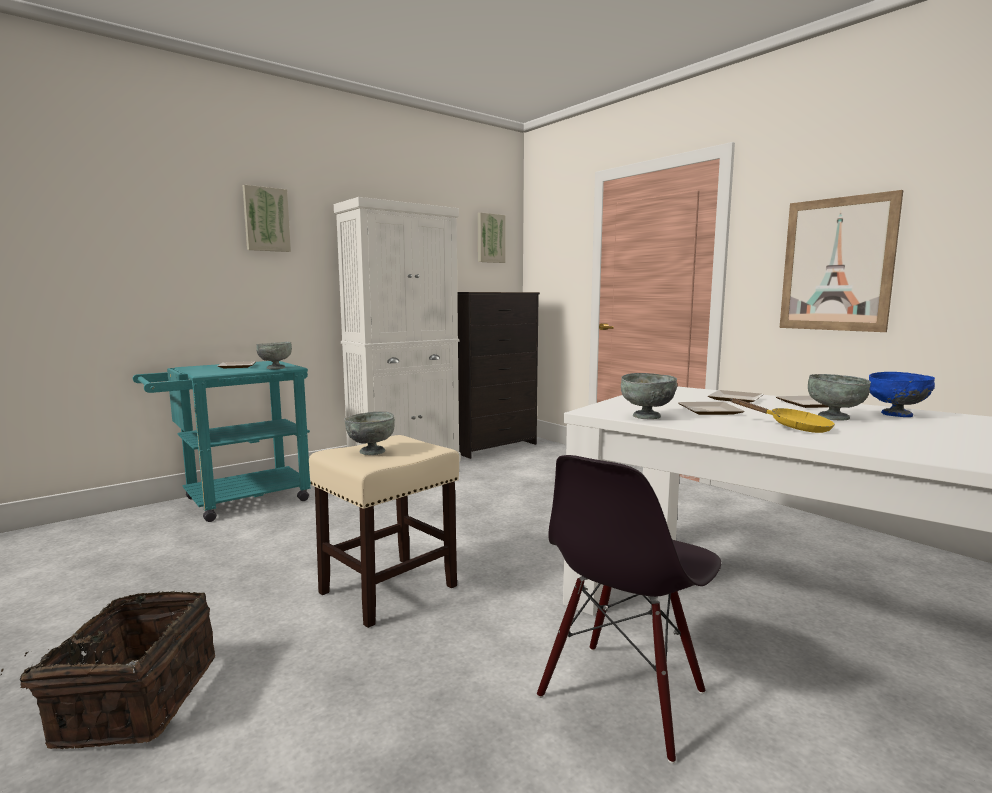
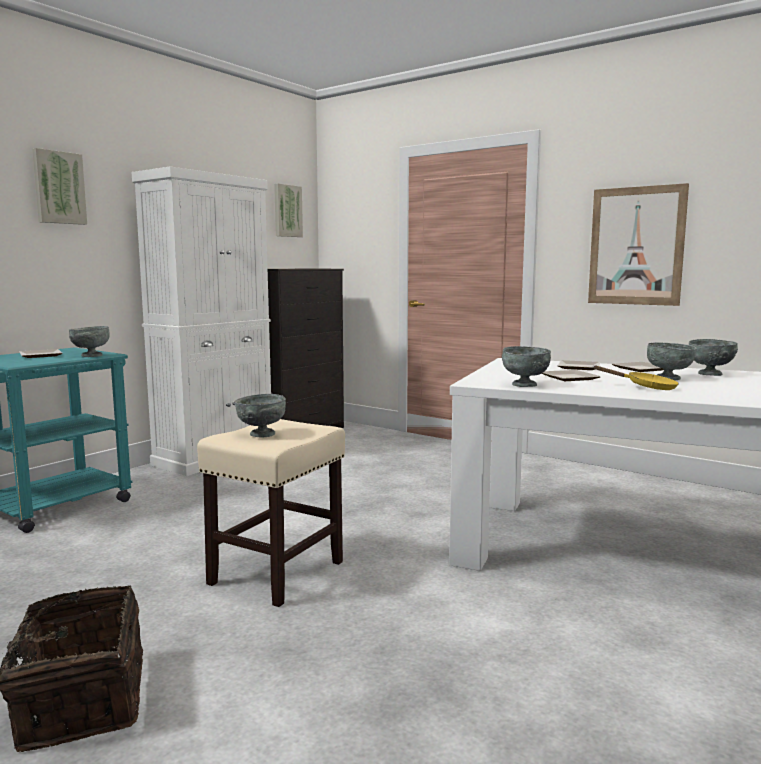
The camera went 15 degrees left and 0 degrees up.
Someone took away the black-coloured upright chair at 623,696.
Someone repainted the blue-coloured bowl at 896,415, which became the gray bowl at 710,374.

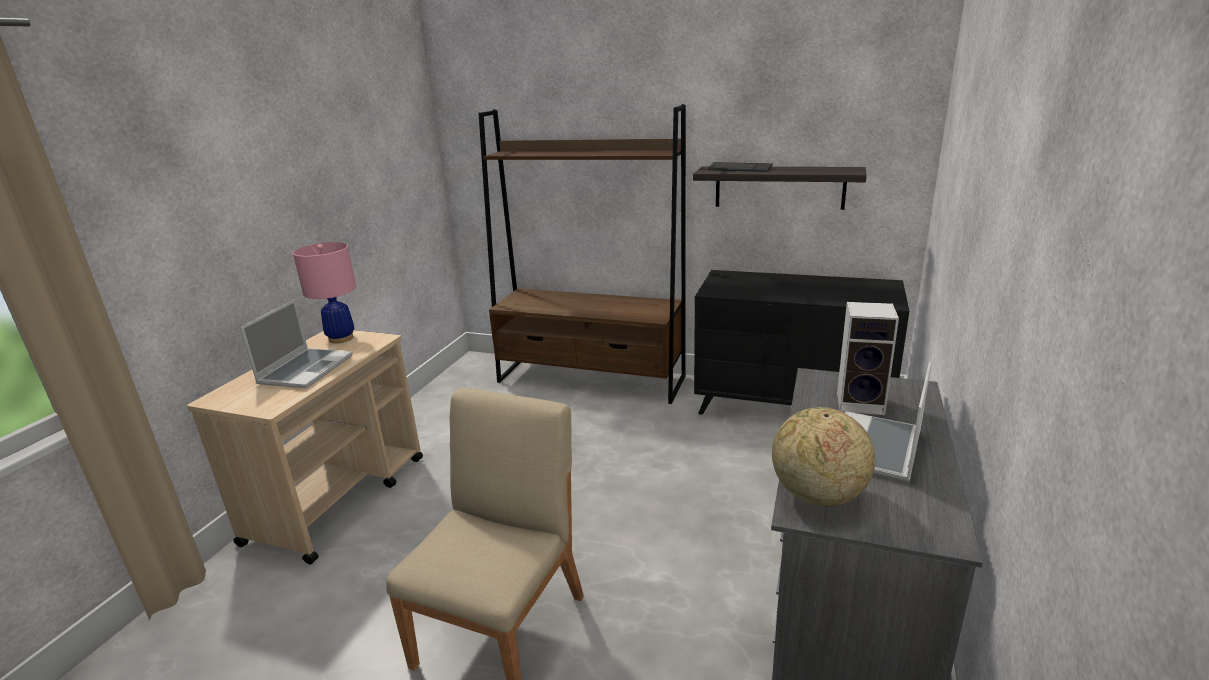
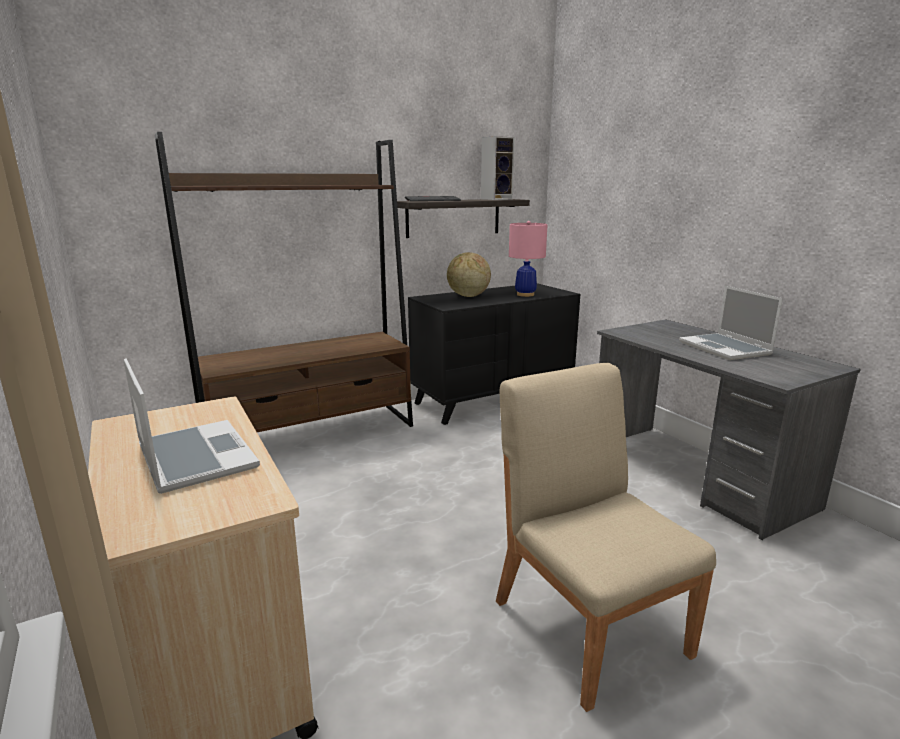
The camera went 50 degrees left and 5 degrees down.
Someone carried the pinkish table lamp from 341,338 to 525,295.
Someone carried the desk globe from 817,495 to 468,296.
Someone carried the speaker from 862,403 to 497,199.

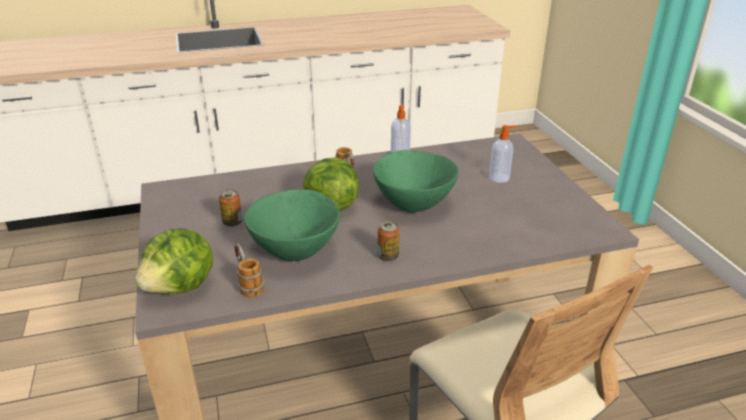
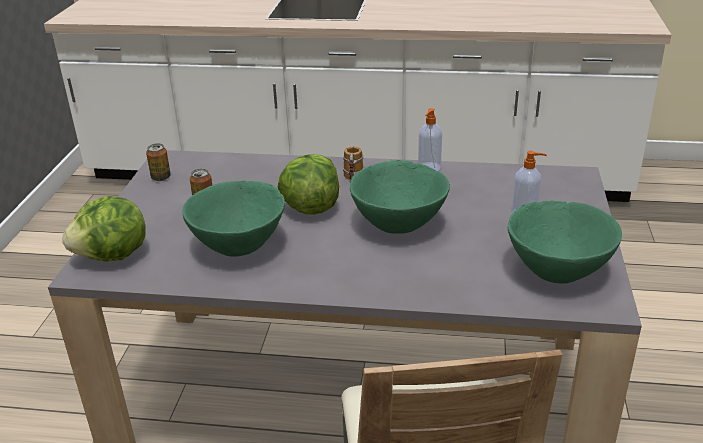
The camera went 25 degrees right and 0 degrees up.
Someone took away the tea mug at 247,284.
Someone carried the metal can from 388,256 to 161,177.
Someone put down the green-coloured bowl at 558,271.

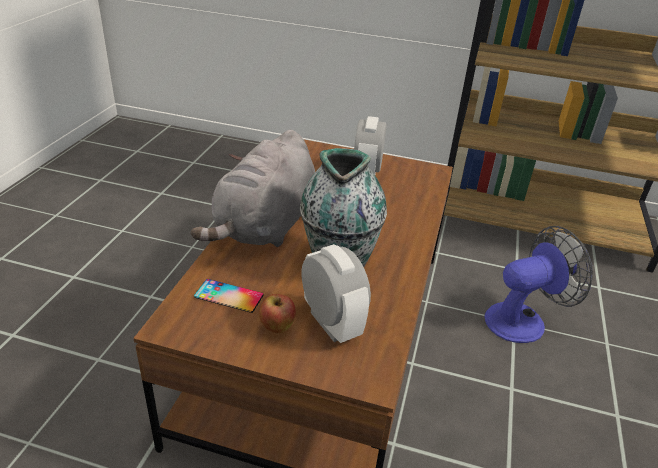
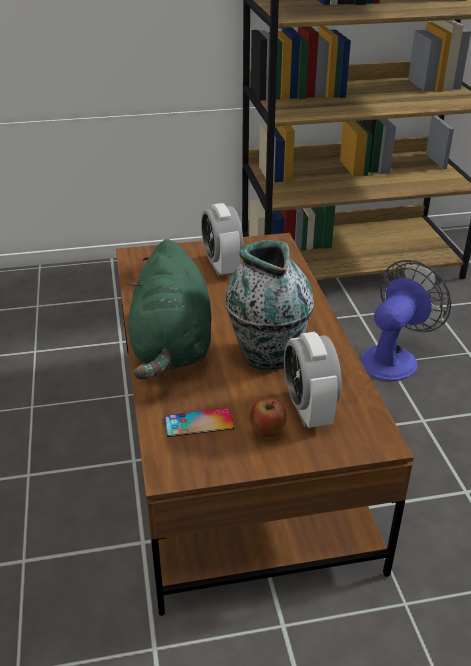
The camera went 25 degrees left and 0 degrees up.
Someone repainted the gray cuddly toy at 265,227, which became the green-coloured cuddly toy at 172,347.
Someone rotated the alarm clock at 331,323 by 135 degrees counterclockwise.

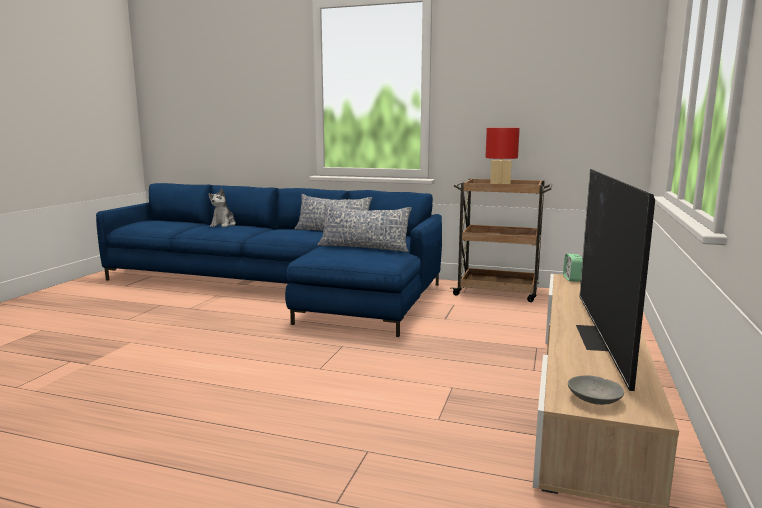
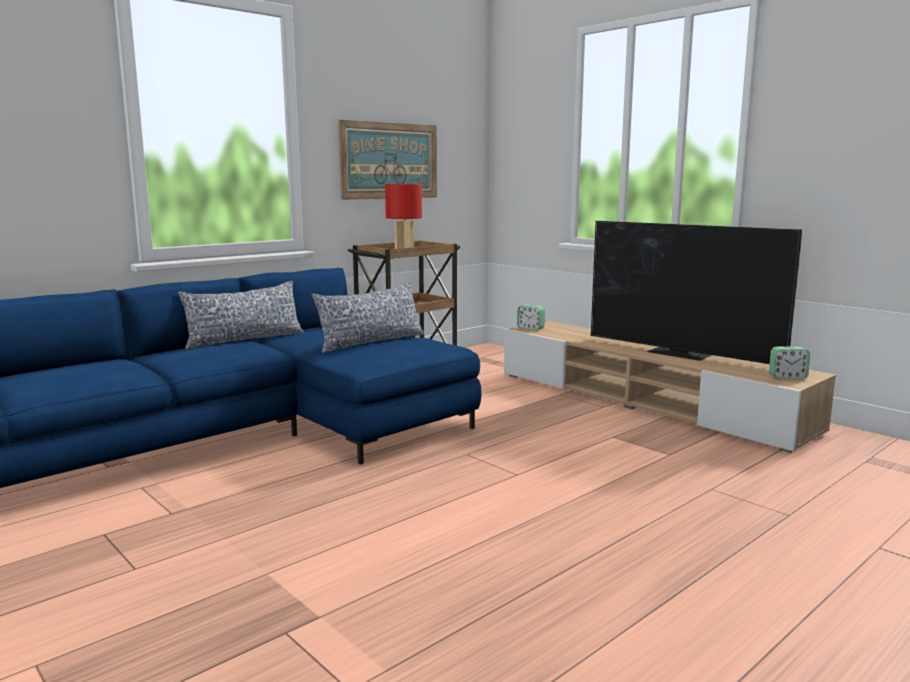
The camera went 60 degrees left and 0 degrees up.
Someone took away the cuddly toy at 223,225.
Someone swapped the gray bowl at 595,399 for the alarm clock at 787,377.
Someone put up the wall art at 389,161.

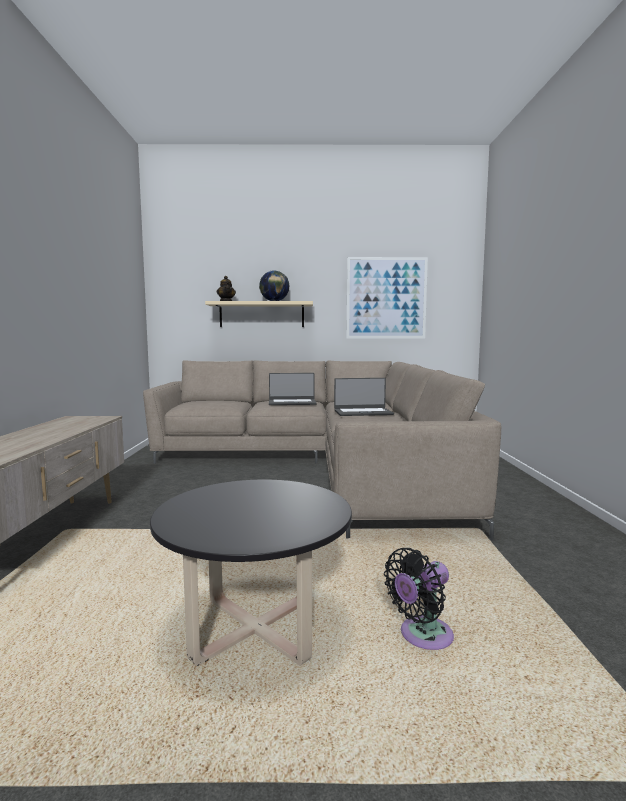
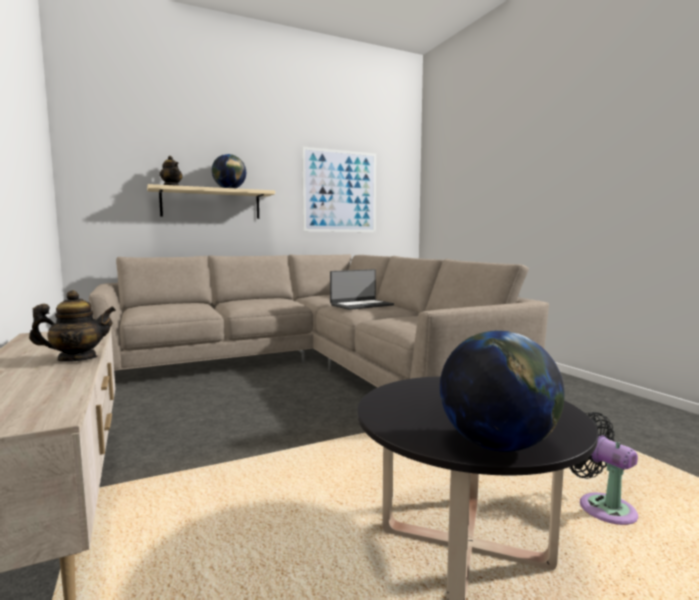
The camera went 25 degrees left and 0 degrees up.
Someone took away the notebook computer at 292,403.
Someone rotated the black-coloured fan at 422,637 by 120 degrees clockwise.
Someone put down the pot for tea at 77,359.
Someone put down the desk globe at 497,446.

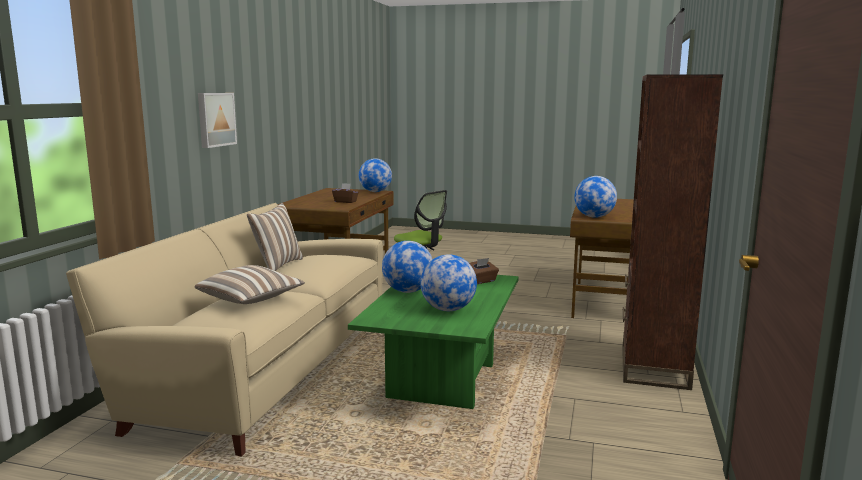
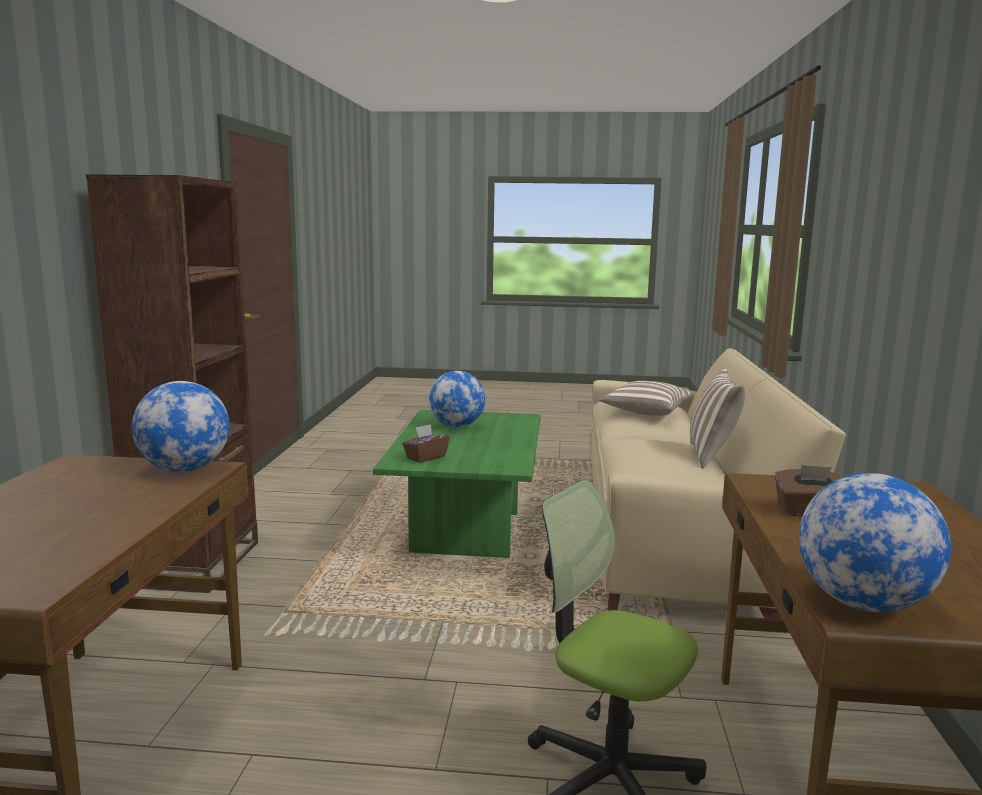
The camera went 170 degrees right and 0 degrees up.
Someone took away the wall art at 215,119.
Someone took away the desk globe at 408,291.

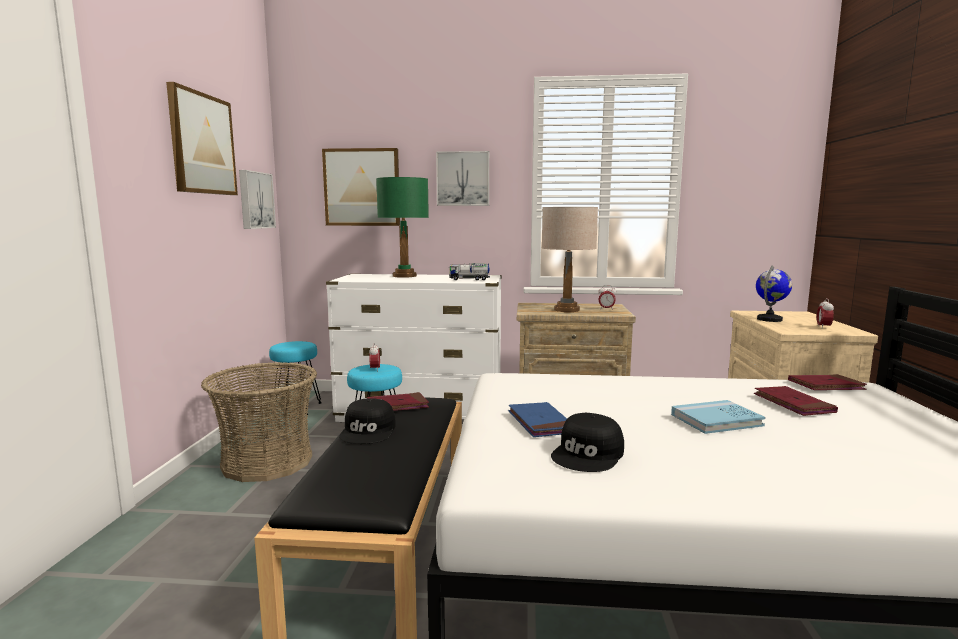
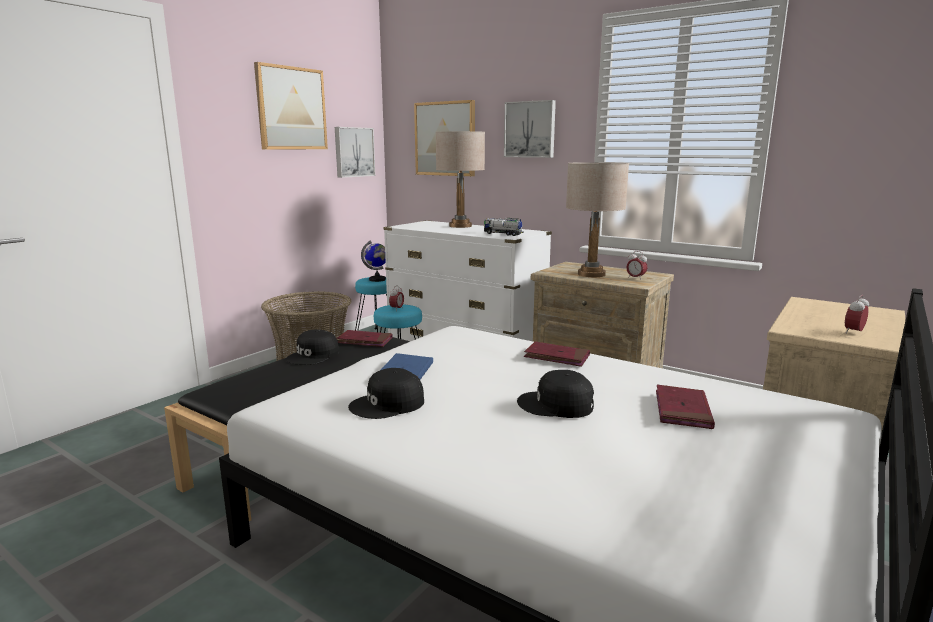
The camera went 30 degrees right and 5 degrees up.
Someone repainted the green-coloured table lamp at 404,276, which became the beige-coloured table lamp at 460,226.
Someone swapped the blue-coloured book at 716,420 for the black-coloured cap at 556,405.
Someone carried the desk globe from 770,319 to 377,279.
Someone carried the red book from 826,386 to 557,357.

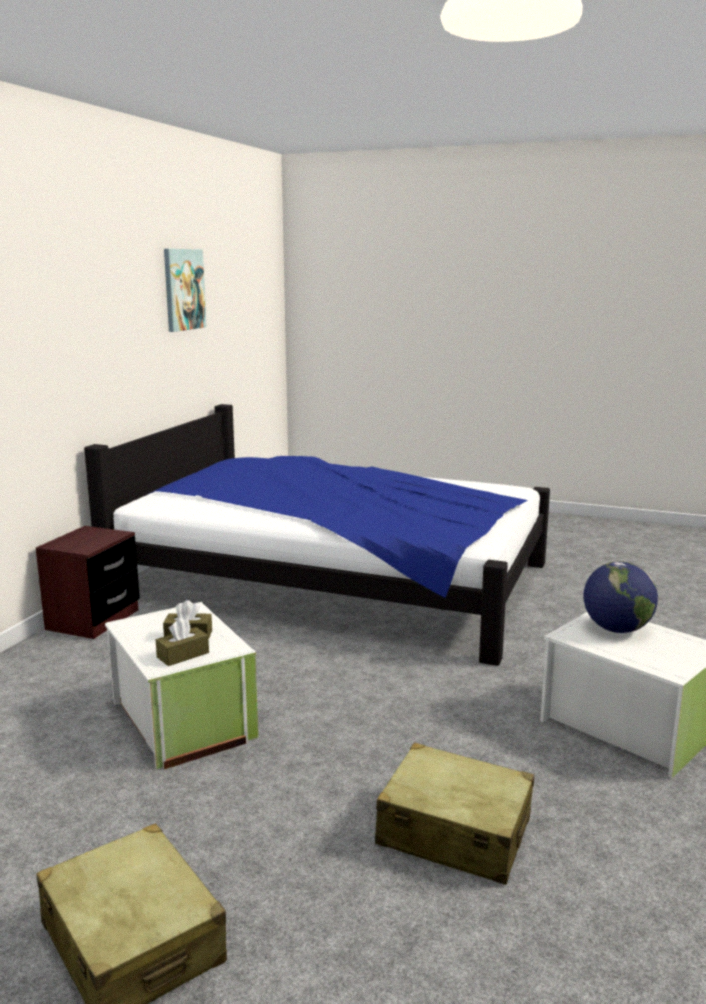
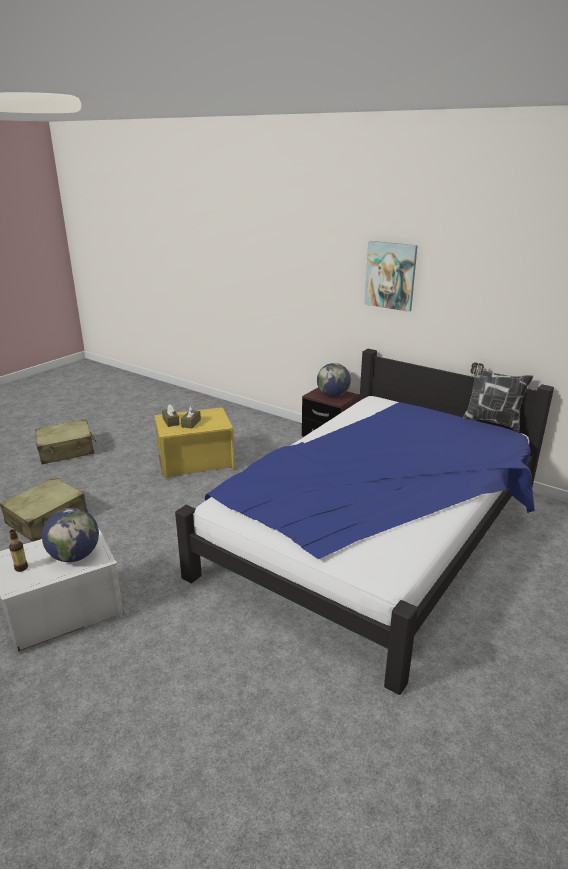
The camera went 105 degrees right and 10 degrees up.
Someone repainted the white storage box at 181,721, which became the yellow-coloured storage box at 195,462.
Someone carried the wall art from 183,289 to 390,275.
Someone put down the drink bottle at 21,568.
Someone put down the desk globe at 333,395.
Someone put down the cushion at 491,422.

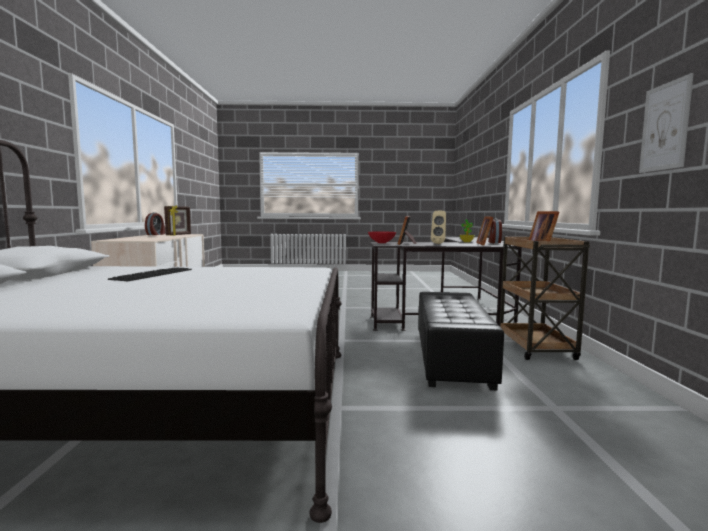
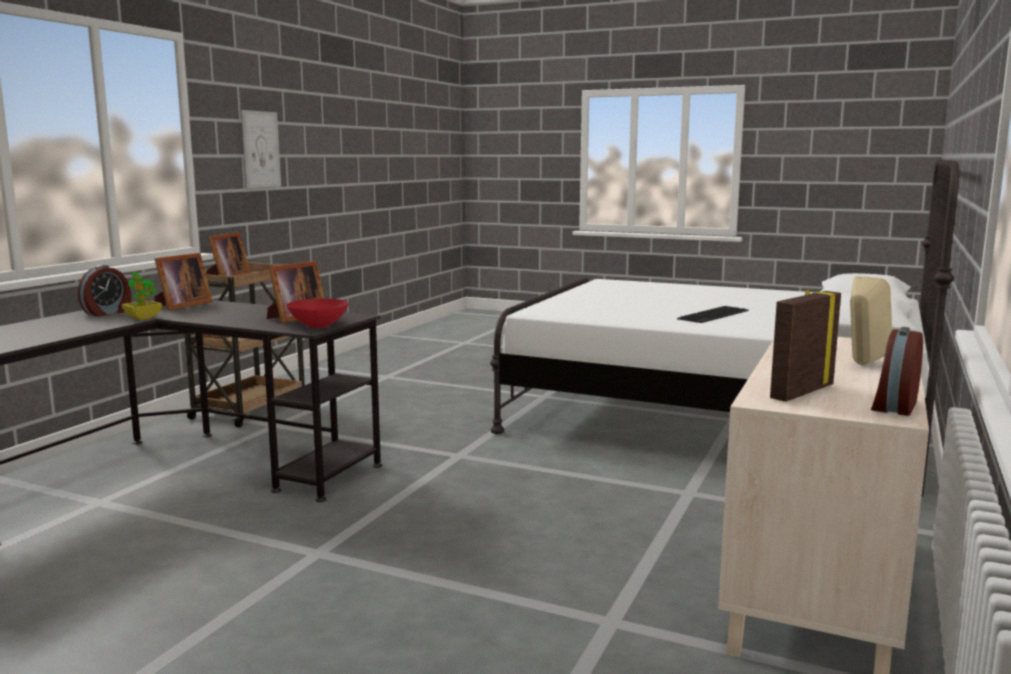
The camera went 155 degrees left and 5 degrees up.
Someone took away the black-coloured footrest at 452,357.
Someone carried the beige-coloured speaker from 438,244 to 862,365.

